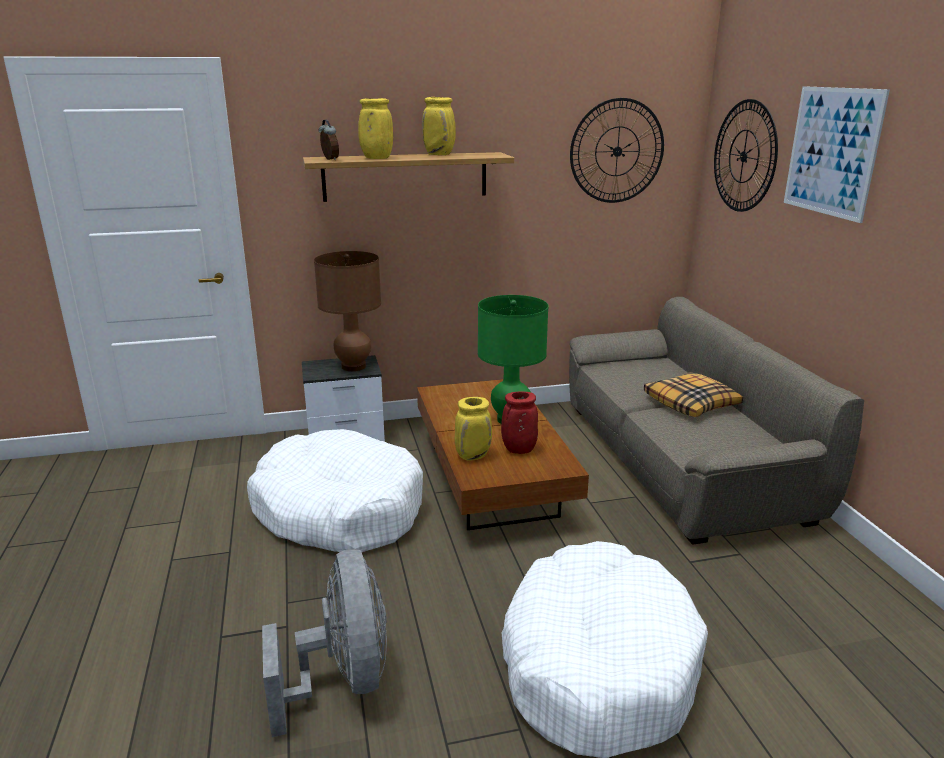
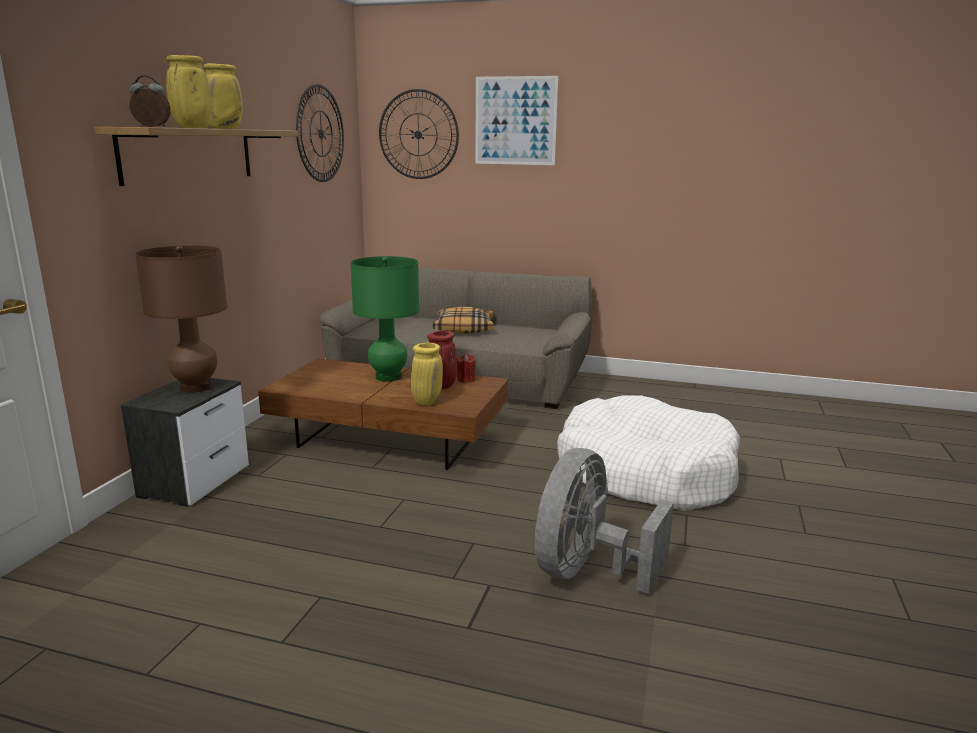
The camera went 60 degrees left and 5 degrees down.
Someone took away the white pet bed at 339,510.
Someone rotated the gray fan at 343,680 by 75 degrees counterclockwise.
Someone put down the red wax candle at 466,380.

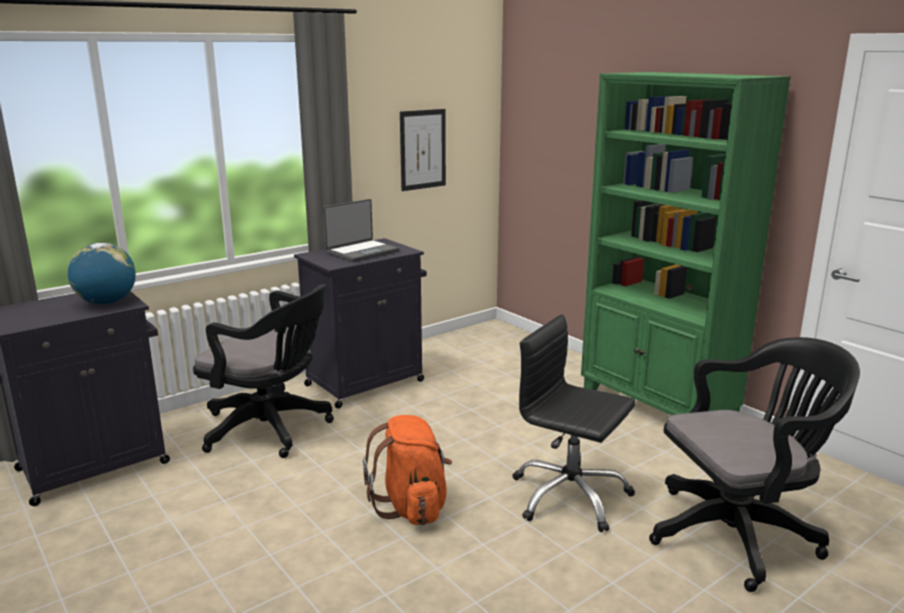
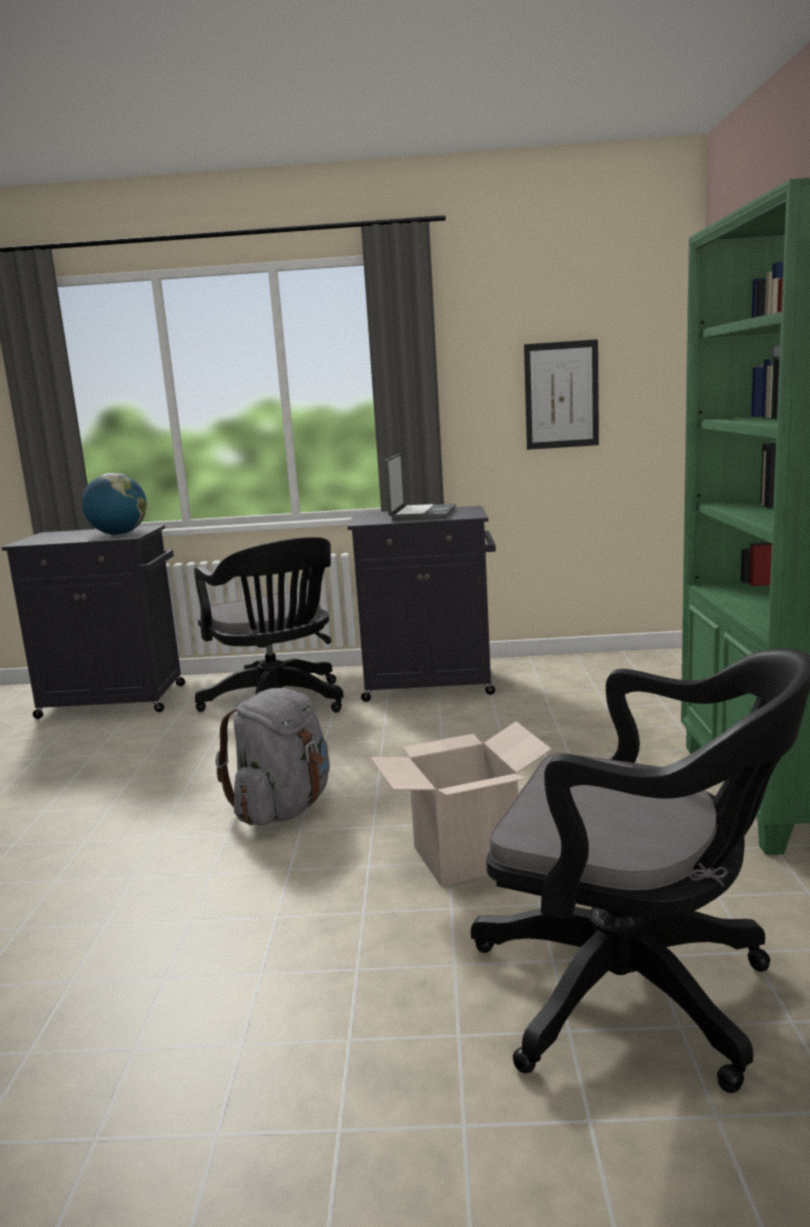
The camera went 40 degrees right and 5 degrees down.
Someone rotated the notebook computer at 361,252 by 75 degrees counterclockwise.
Someone repainted the orange-coloured knapsack at 412,506, which became the gray knapsack at 283,809.
Someone swapped the black-coloured computer chair at 569,496 for the carton at 465,857.

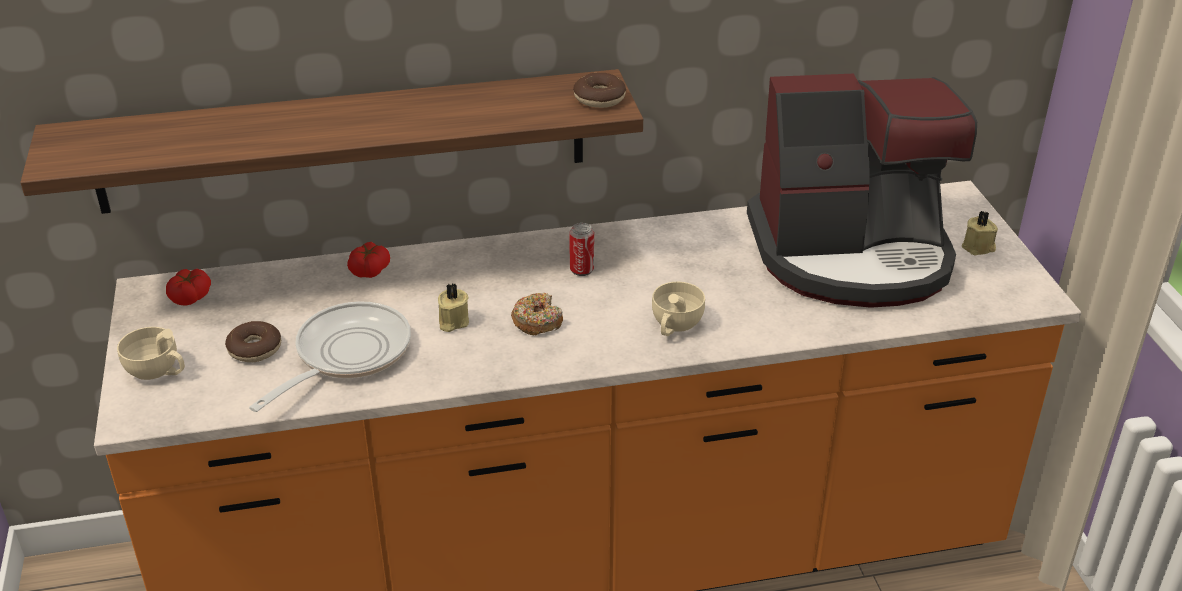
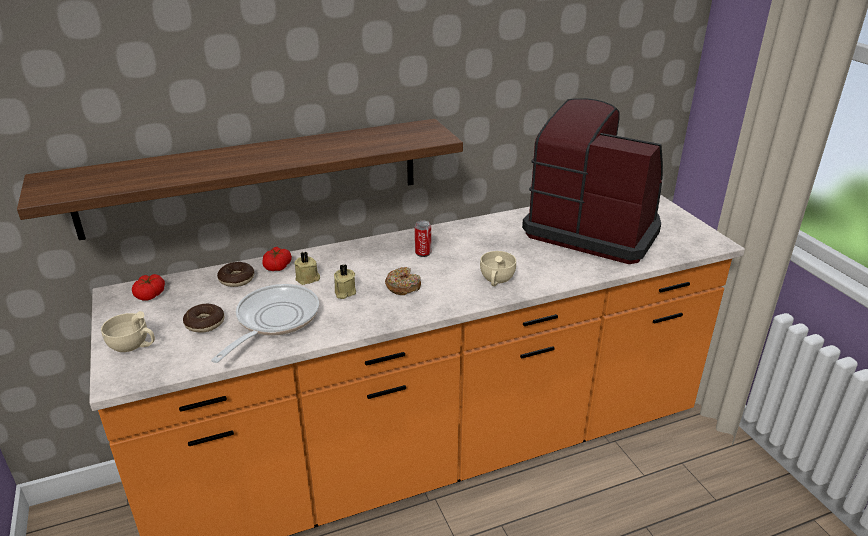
The camera went 10 degrees left and 5 degrees down.
Someone carried the donut from 599,98 to 237,279.
Someone rotated the coffee machine at 852,254 by 135 degrees counterclockwise.
Someone carried the beige-coloured wax candle from 978,247 to 308,279.

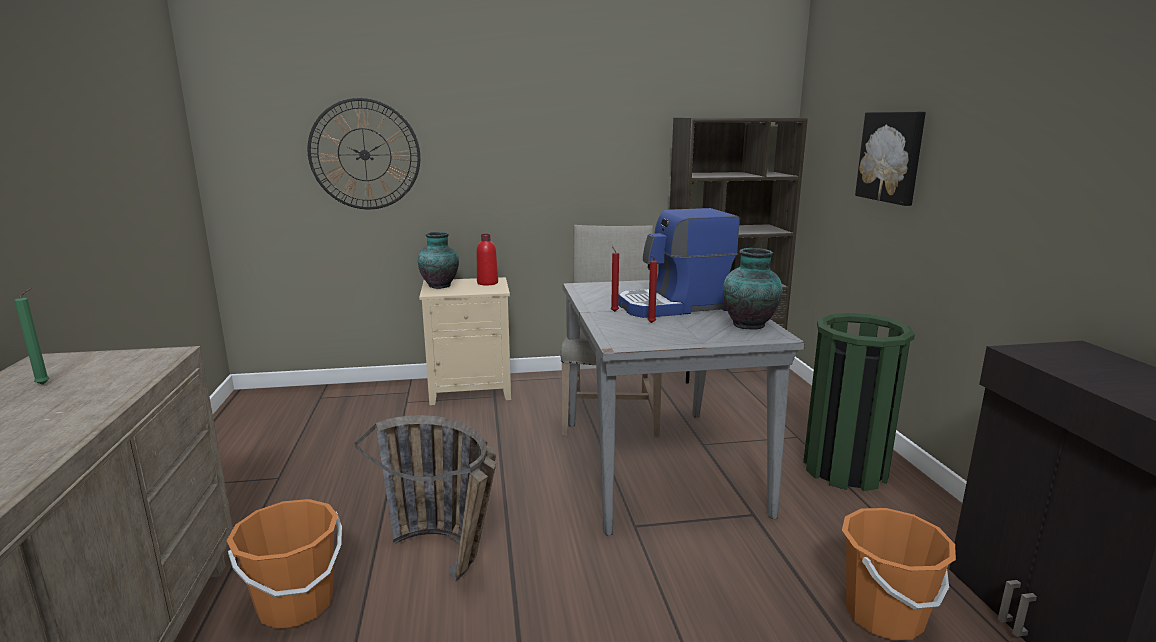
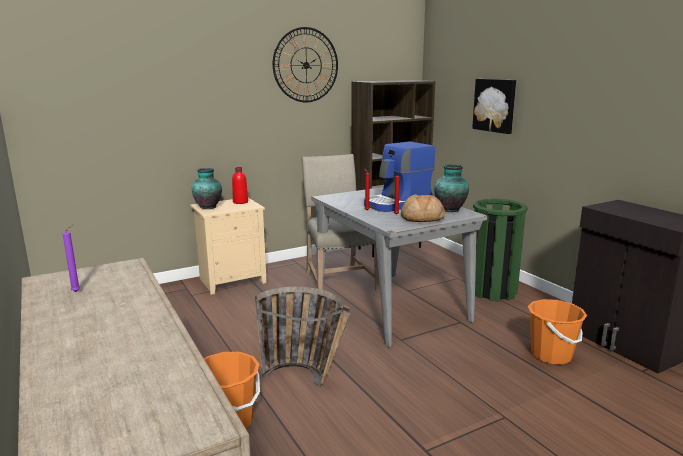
The camera went 20 degrees left and 0 degrees up.
Someone repainted the green-coloured wax candle at 45,384, which became the purplish wax candle at 77,291.
Someone carried the hanging clock from 364,154 to 306,65.
Someone put down the bread at 422,218.

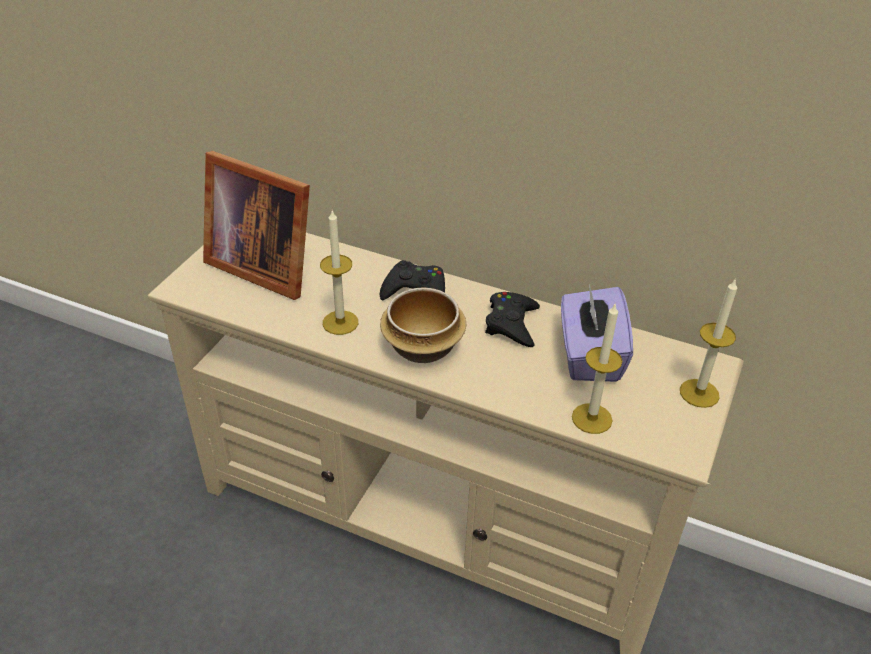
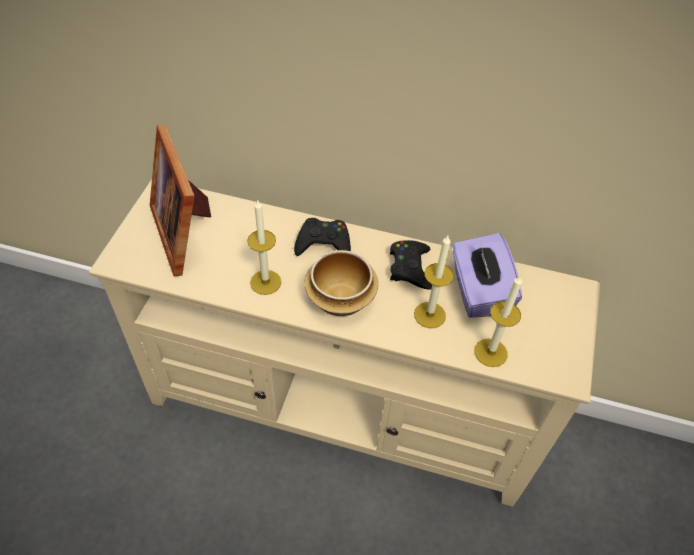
The camera went 10 degrees left and 10 degrees up.
Someone rotated the photo frame at 262,265 by 45 degrees clockwise.
Someone carried the wax candle from 699,393 to 429,315.

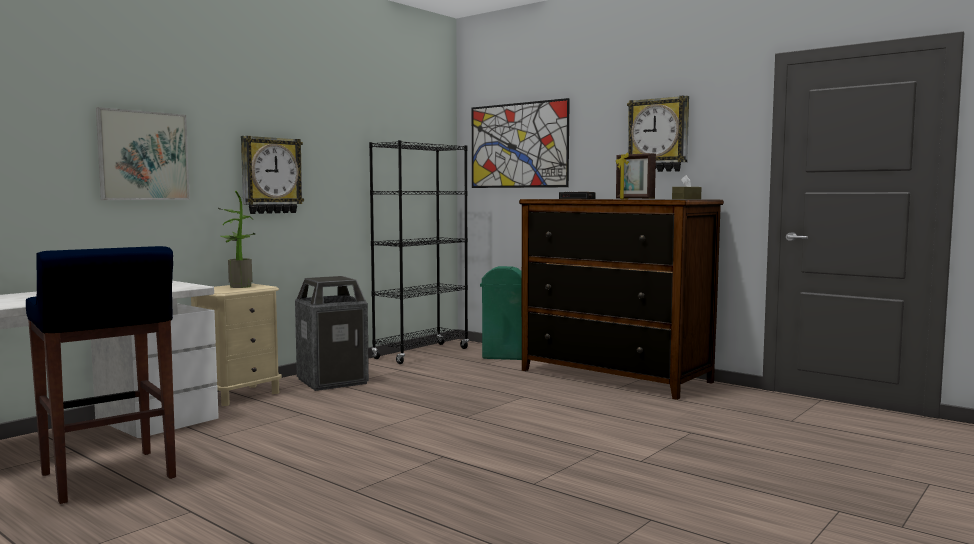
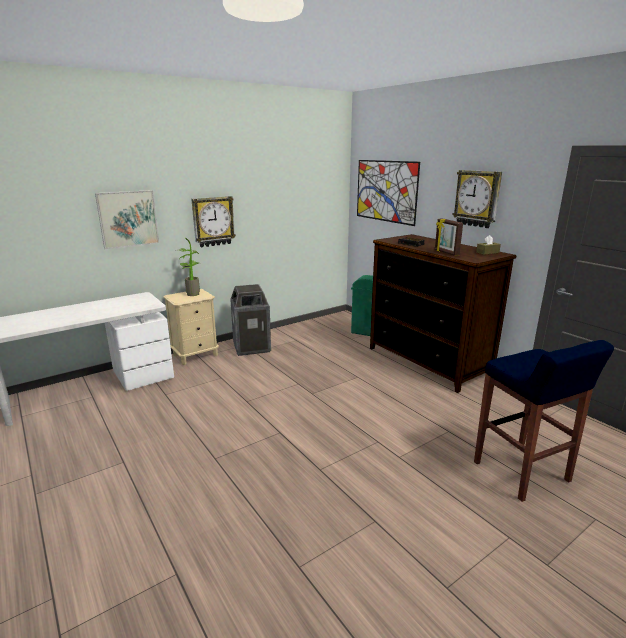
The camera went 15 degrees right and 15 degrees up.
Someone carried the blue-coloured stool from 108,477 to 522,472.
Someone took away the black-coloured bookcase at 421,353.

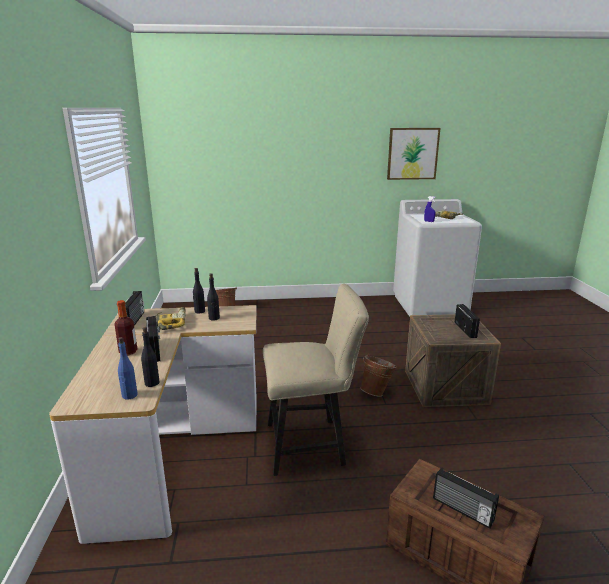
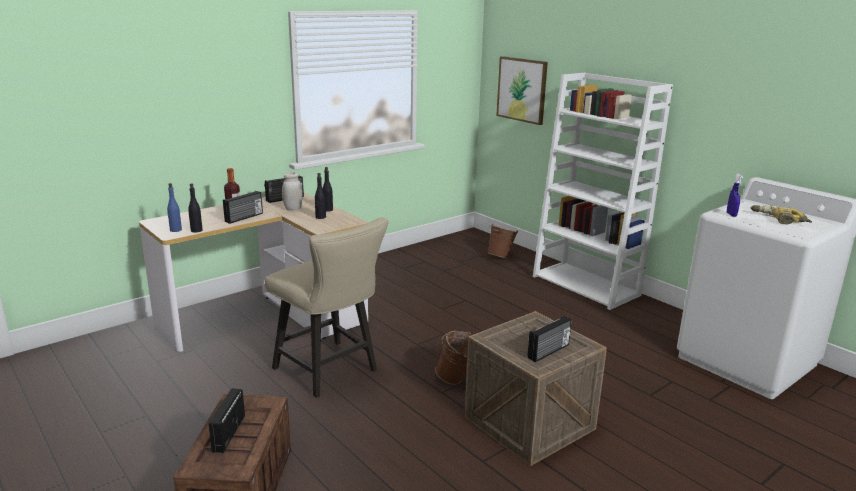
The camera went 55 degrees right and 0 degrees up.
Someone swapped the drill at 169,323 for the white preserve jar at 293,208.
Someone carried the wall art from 412,153 to 522,89.
Someone put down the white bookcase at 587,286.

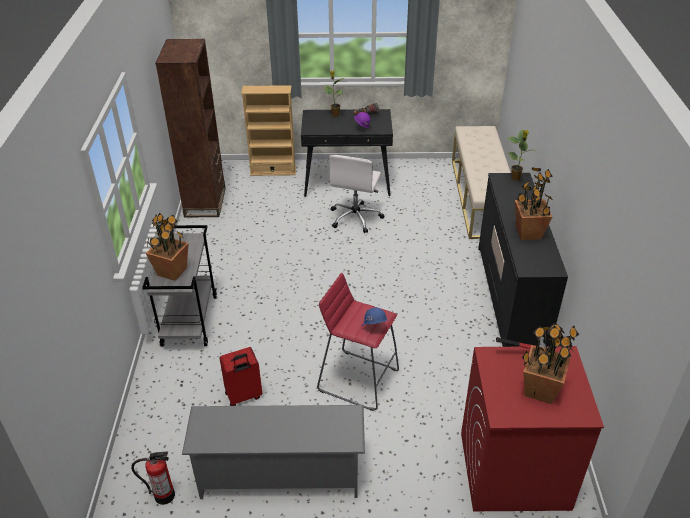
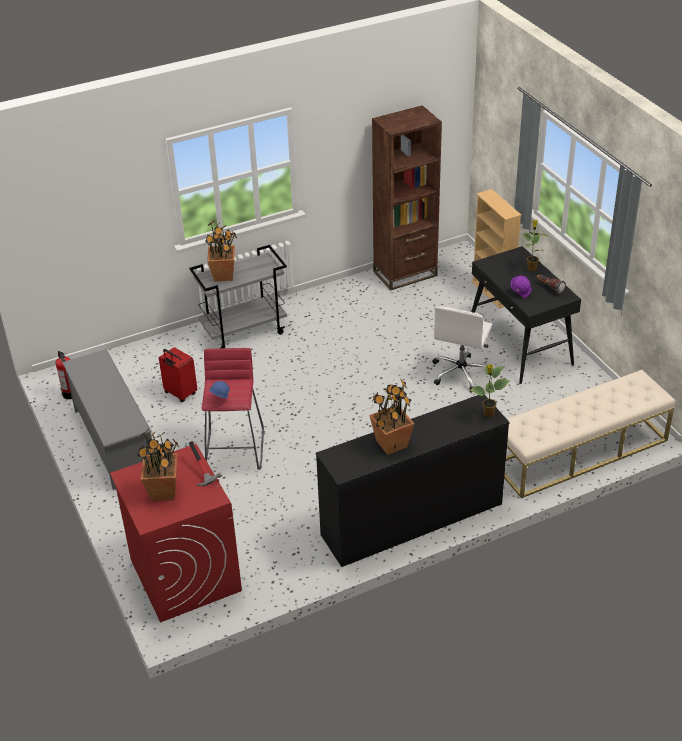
The camera went 65 degrees right and 0 degrees up.
Someone rotated the white computer chair at 355,217 by 60 degrees counterclockwise.

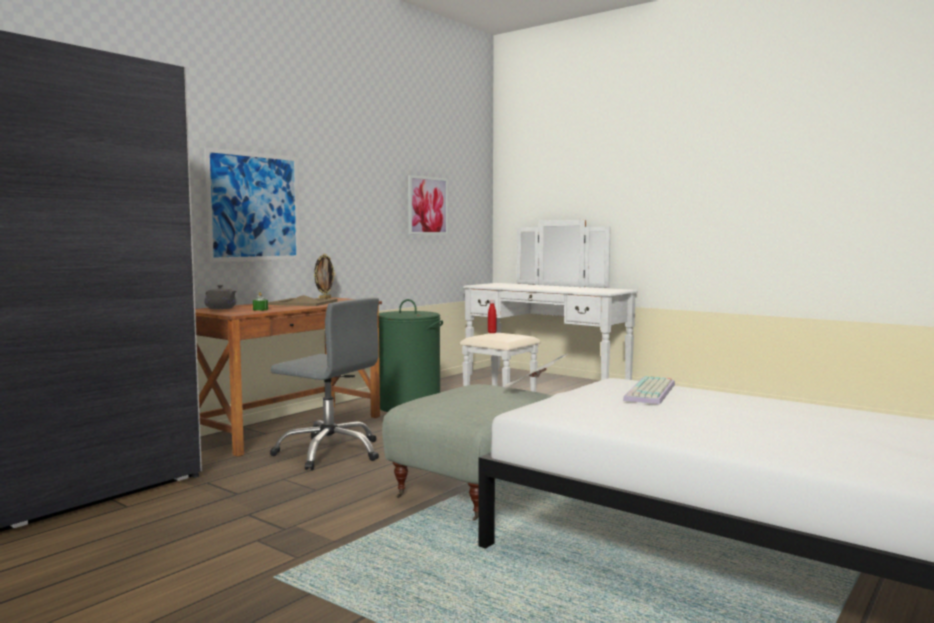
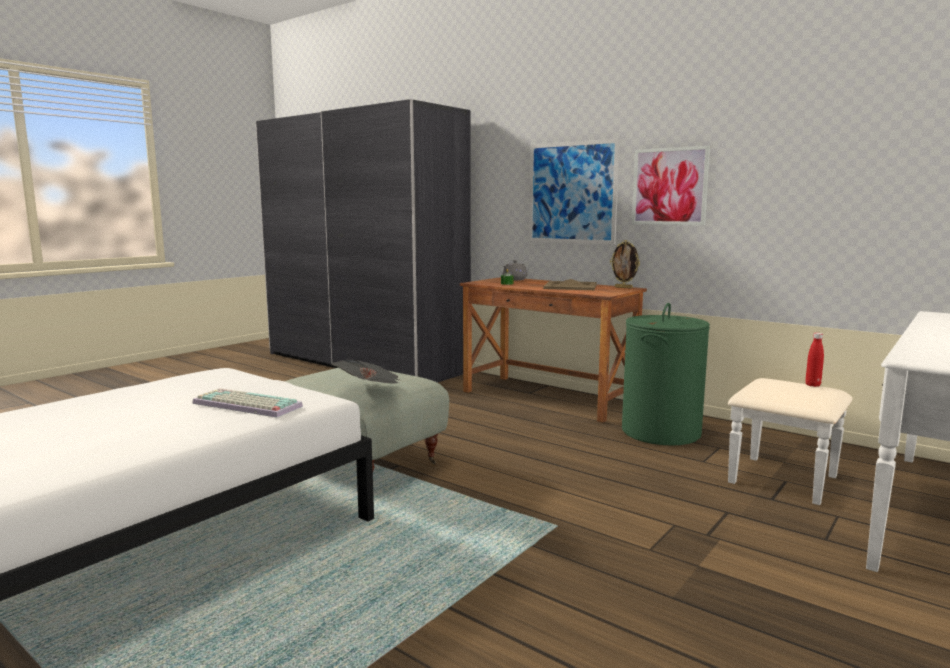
The camera went 90 degrees right and 5 degrees up.
Someone took away the gray computer chair at 330,452.
Someone carried the wall art from 427,206 to 670,186.

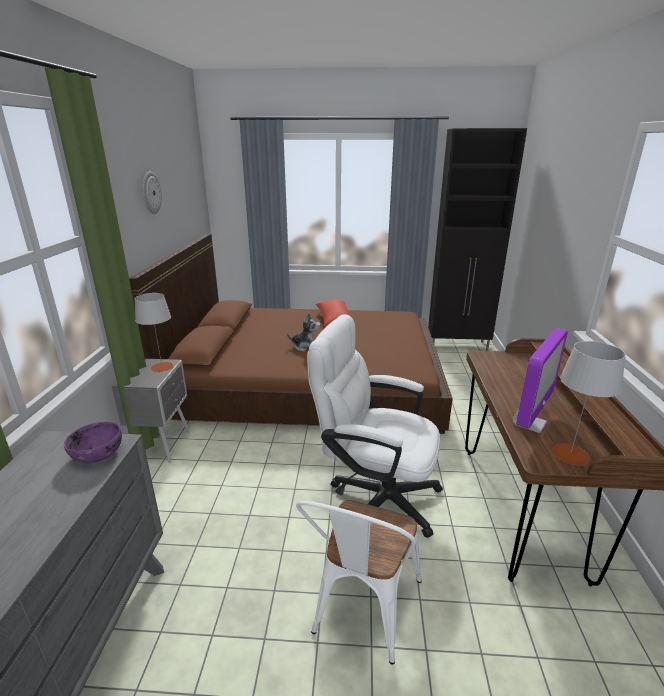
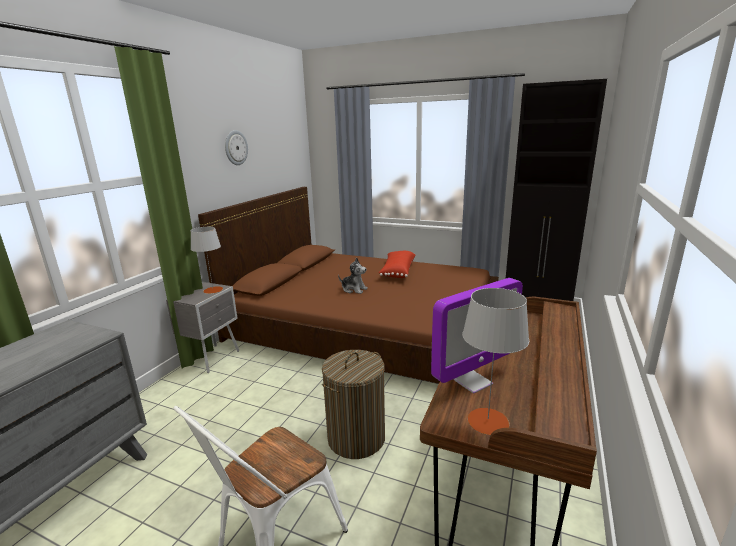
The camera went 20 degrees right and 5 degrees down.
Someone took away the purplish bowl at 97,453.
Someone swapped the white computer chair at 375,496 for the washing basket at 356,438.

